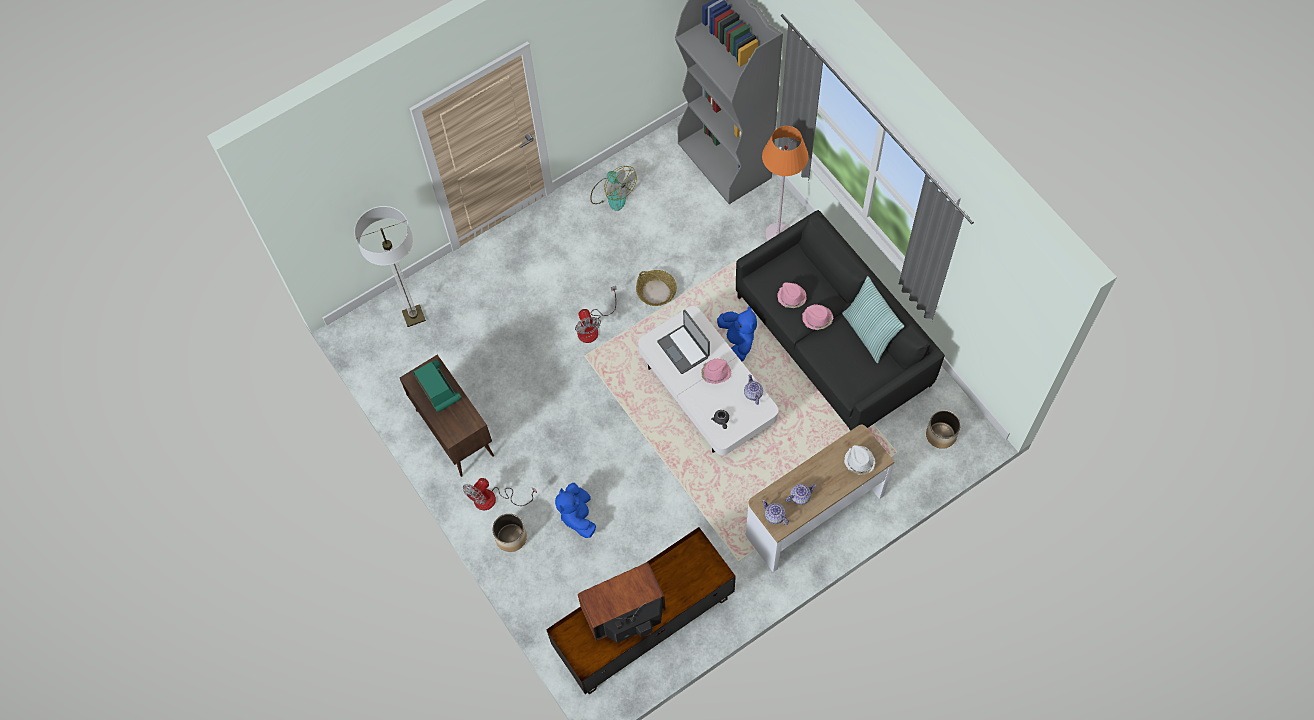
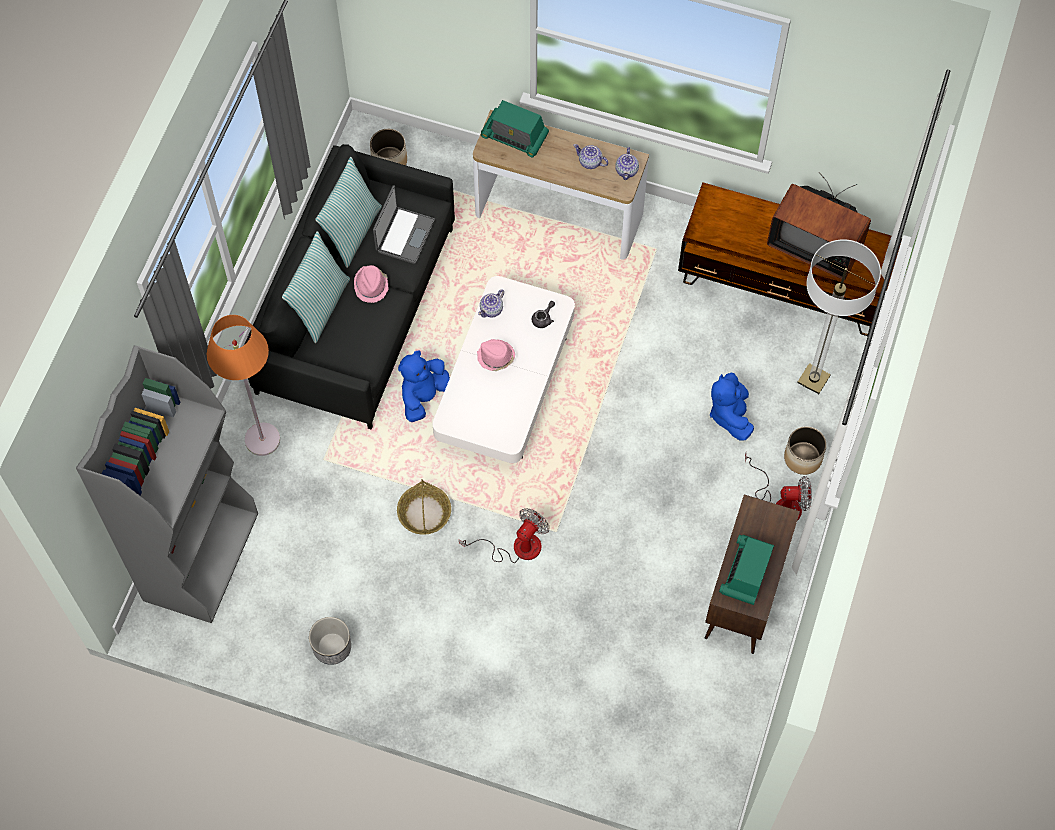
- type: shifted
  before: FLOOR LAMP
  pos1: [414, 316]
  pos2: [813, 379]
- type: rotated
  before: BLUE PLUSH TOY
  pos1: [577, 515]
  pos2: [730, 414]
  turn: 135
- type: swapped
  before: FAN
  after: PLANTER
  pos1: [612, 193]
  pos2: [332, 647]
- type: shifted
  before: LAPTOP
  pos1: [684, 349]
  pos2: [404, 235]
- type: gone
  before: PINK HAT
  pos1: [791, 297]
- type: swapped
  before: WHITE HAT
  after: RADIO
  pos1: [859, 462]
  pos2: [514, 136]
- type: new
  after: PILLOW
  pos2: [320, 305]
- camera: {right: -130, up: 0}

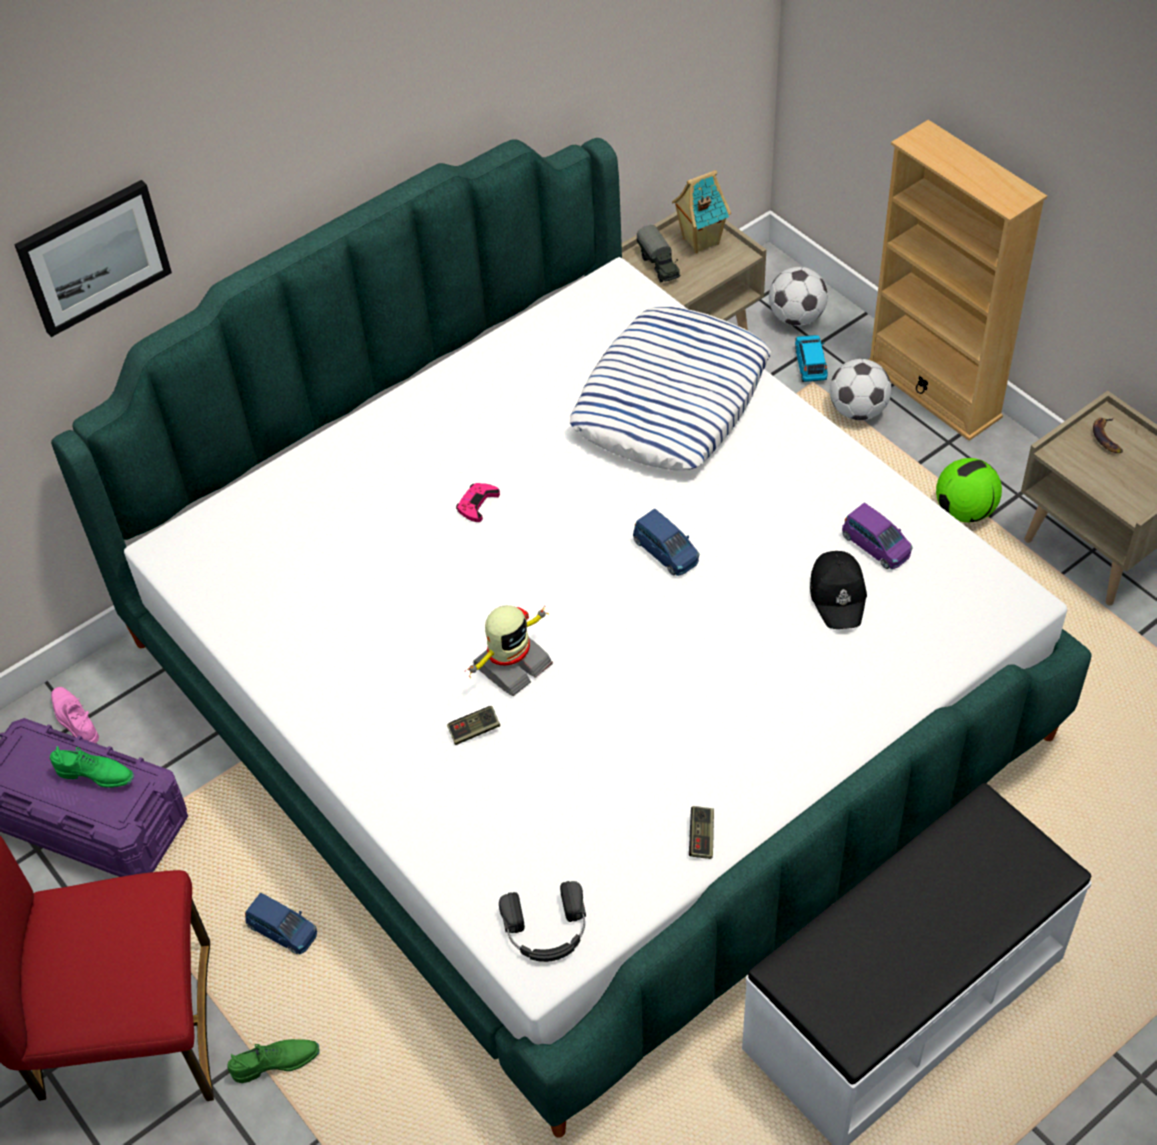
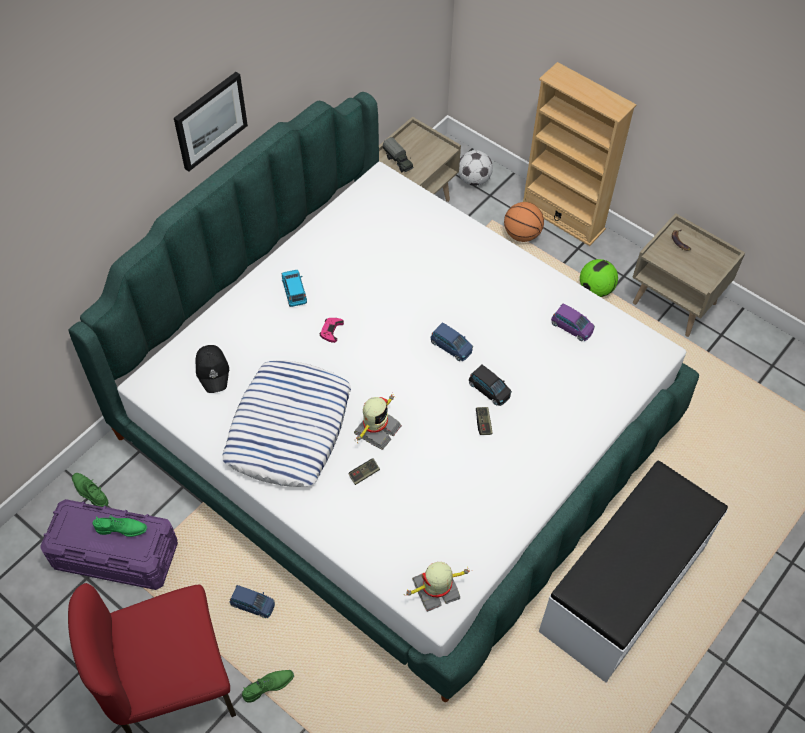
- type: shifted
  before: PICTURE
  pos1: [93, 256]
  pos2: [210, 120]
- type: repainted
  before: PINK SHOE
  after: GREEN SHOE
  pos1: [75, 720]
  pos2: [90, 492]
- type: swapped
  before: BLACK HEADPHONES
  after: TOY ROBOT
  pos1: [546, 930]
  pos2: [436, 590]
- type: shifted
  before: PILLOW
  pos1: [671, 399]
  pos2: [288, 428]
- type: gone
  before: TOY HOUSE
  pos1: [699, 241]
- type: shifted
  before: GAME CONTROLLER
  pos1: [701, 837]
  pos2: [483, 423]
- type: shifted
  before: BLUE TOY CAR
  pos1: [810, 364]
  pos2: [294, 291]
- type: shifted
  before: BLACK CAP
  pos1: [838, 595]
  pos2: [213, 371]
- type: swapped
  before: FOOTBALL
  after: BASKETBALL
  pos1: [858, 410]
  pos2: [522, 234]
- type: new
  after: BLACK TOY CAR
  pos2: [489, 390]
- camera: {right: -15, up: 5}

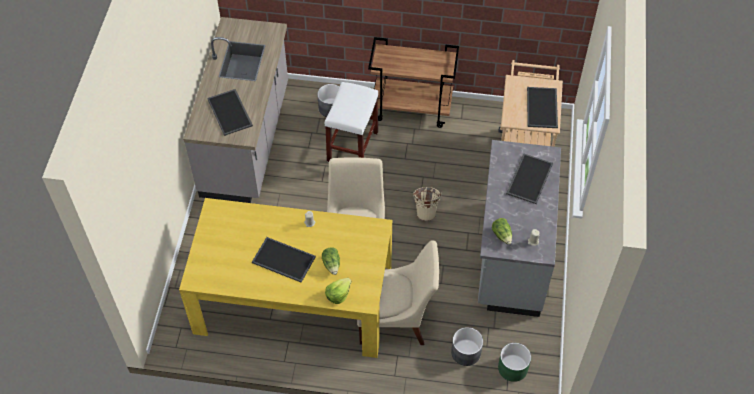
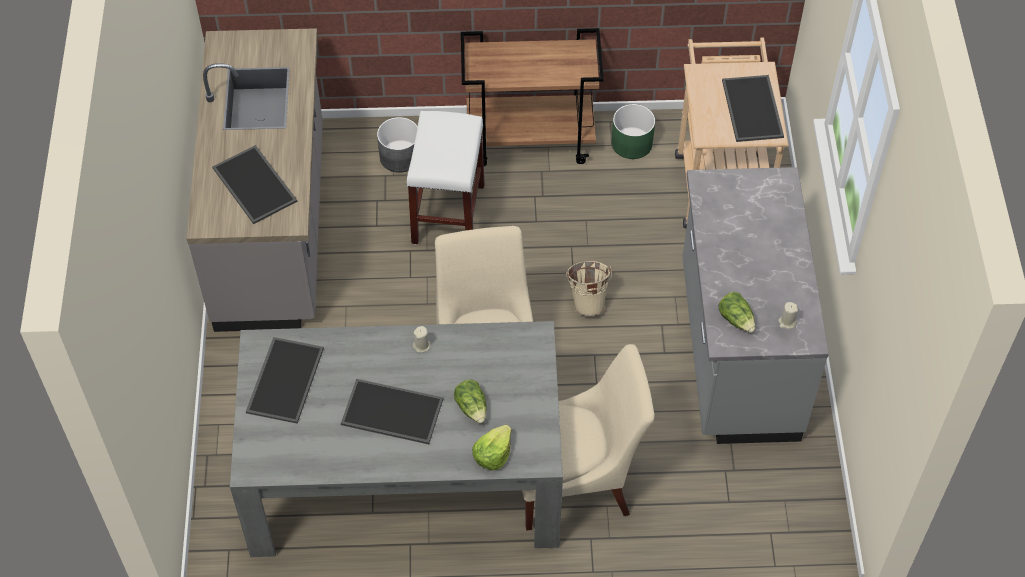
- type: repainted
  before: YELLOW DINING TABLE
  after: GREY DINING TABLE
  pos1: [294, 300]
  pos2: [405, 475]
- type: gone
  before: GREY PLANTER
  pos1: [466, 352]
- type: shifted
  before: GREEN PLANTER
  pos1: [512, 368]
  pos2: [631, 143]
- type: shifted
  before: TRAY
  pos1: [529, 178]
  pos2: [284, 379]
- camera: {right: -10, up: 0}

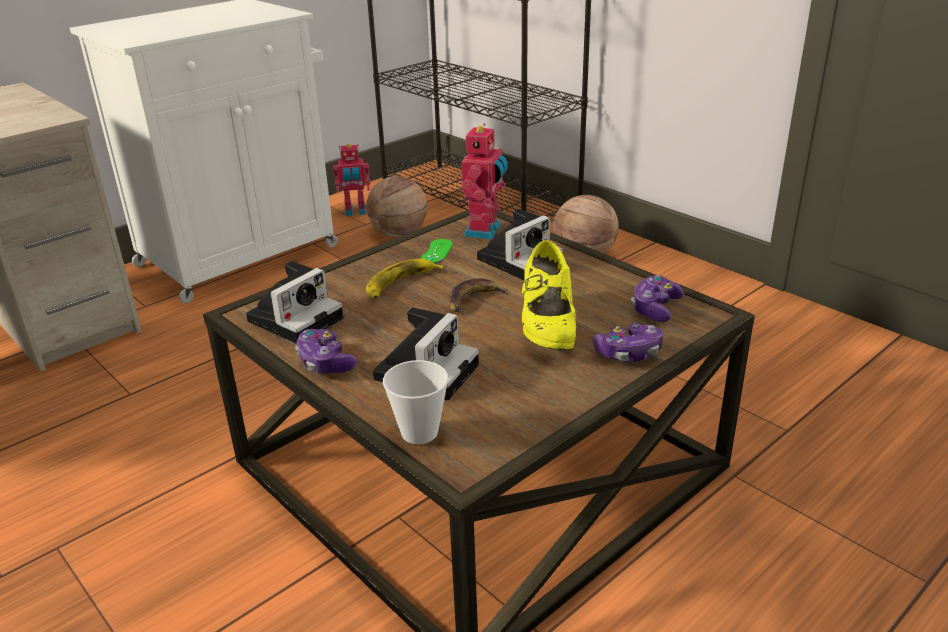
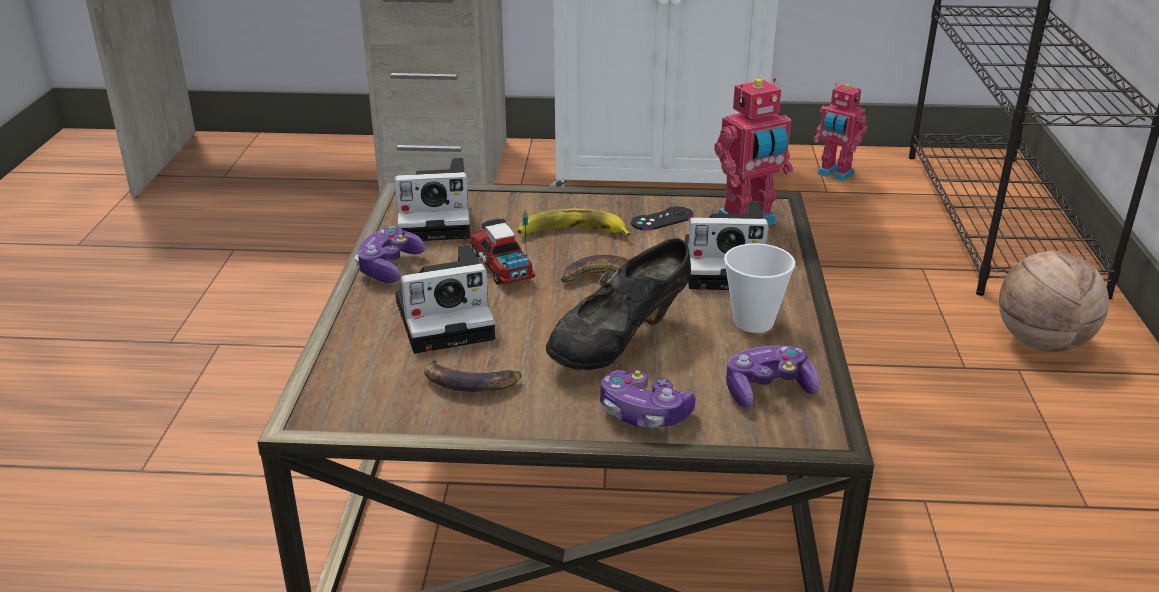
- type: gone
  before: BASKETBALL
  pos1: [399, 234]
- type: shifted
  before: CUP
  pos1: [419, 432]
  pos2: [753, 322]
- type: repainted
  before: GREEN GAME CONTROLLER
  after: BLACK GAME CONTROLLER
  pos1: [437, 251]
  pos2: [662, 219]
- type: repainted
  before: YELLOW SHOE
  after: BLACK SHOE
  pos1: [547, 328]
  pos2: [619, 344]
- type: new
  after: BANANA
  pos2: [470, 382]
- type: new
  after: TOY TRUCK
  pos2: [501, 266]
- camera: {right: 45, up: 0}

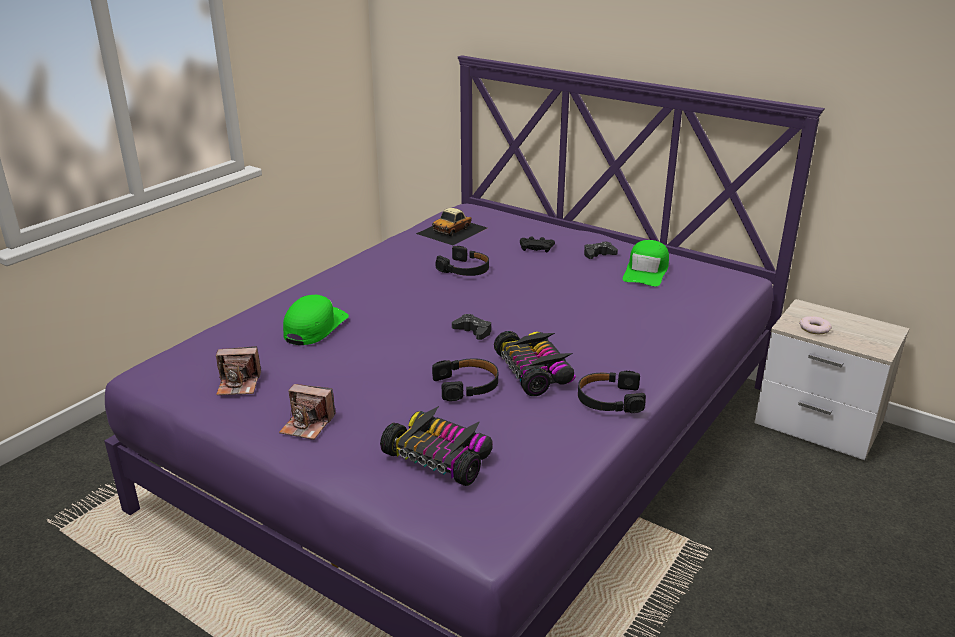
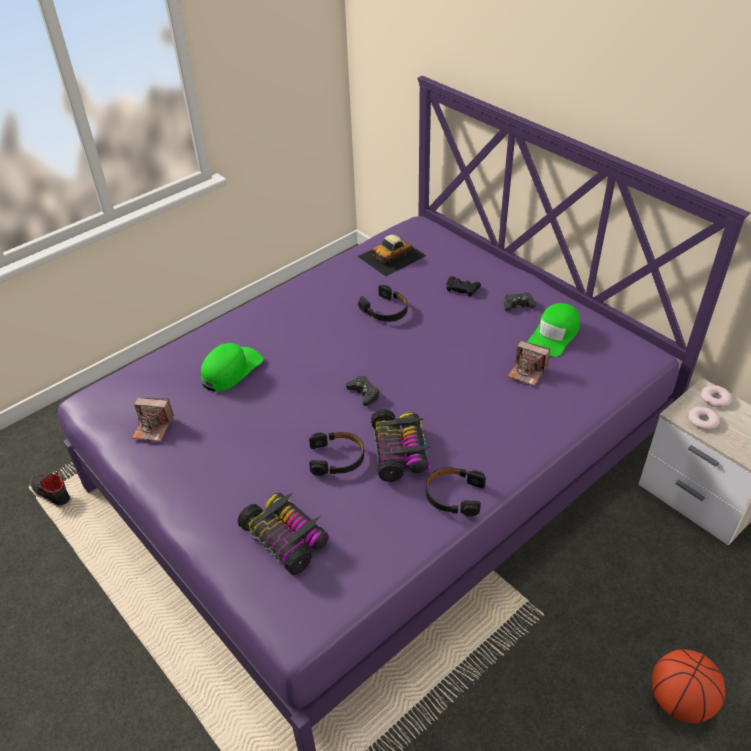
- type: shifted
  before: PHOTO CAMERA
  pos1: [307, 425]
  pos2: [527, 372]
- type: new
  after: BLACK SHOE
  pos2: [50, 493]
- type: new
  after: BASKETBALL
  pos2: [679, 700]
- type: new
  after: DONUT
  pos2: [715, 399]
- camera: {right: 15, up: 15}

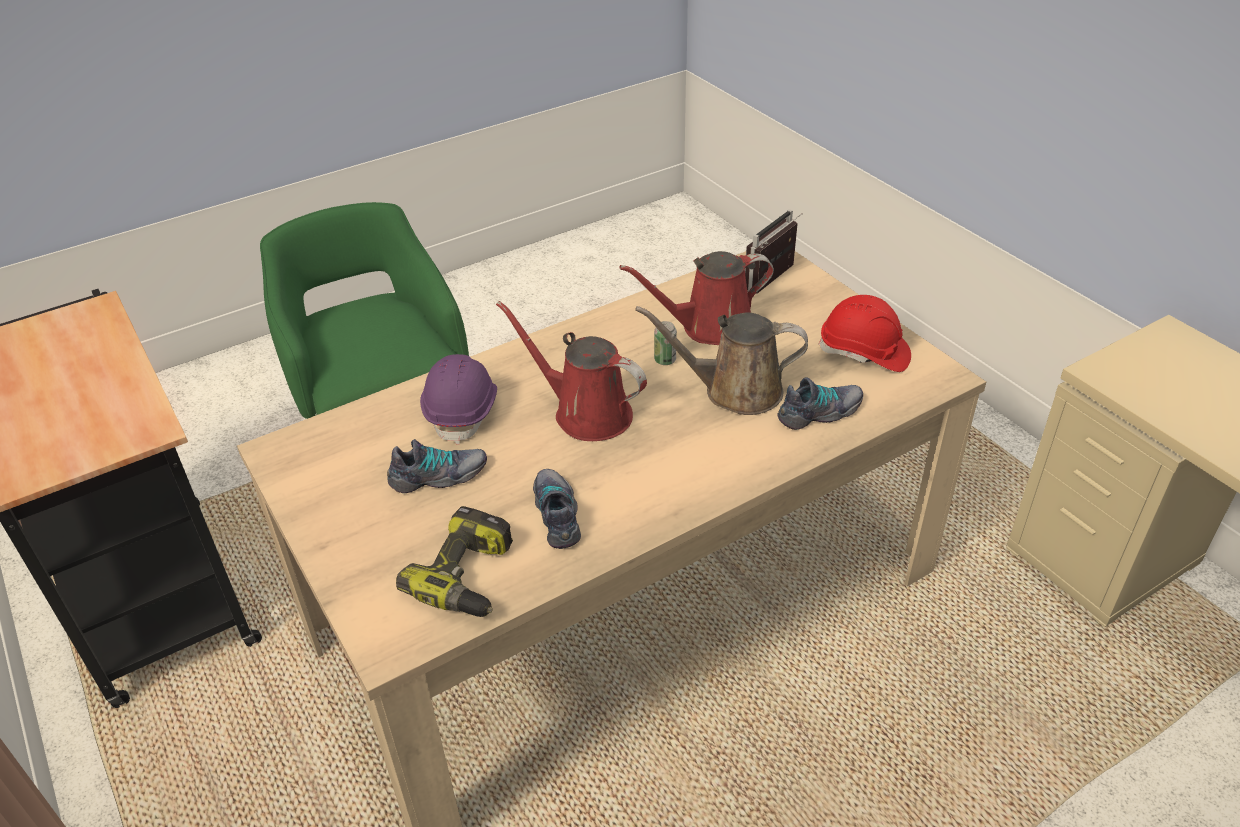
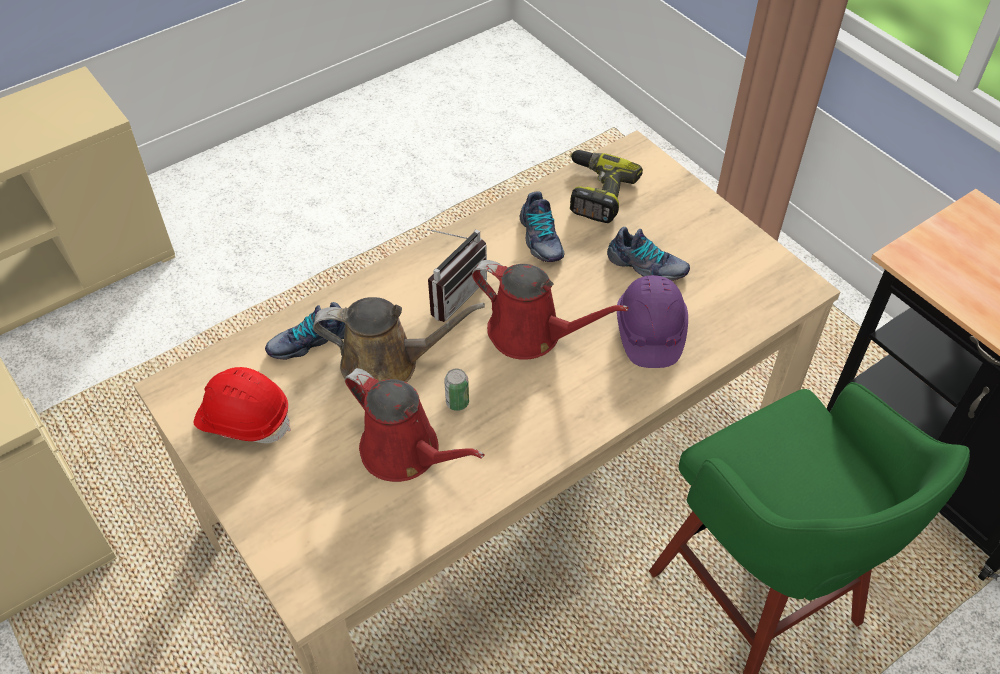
- type: rotated
  before: SHOE
  pos1: [439, 477]
  pos2: [646, 266]
  turn: -135
- type: rotated
  before: RED WATERING CAN
  pos1: [710, 328]
  pos2: [406, 453]
  turn: 60
- type: shifted
  before: RADIO
  pos1: [775, 281]
  pos2: [452, 293]
- camera: {right: 175, up: 10}

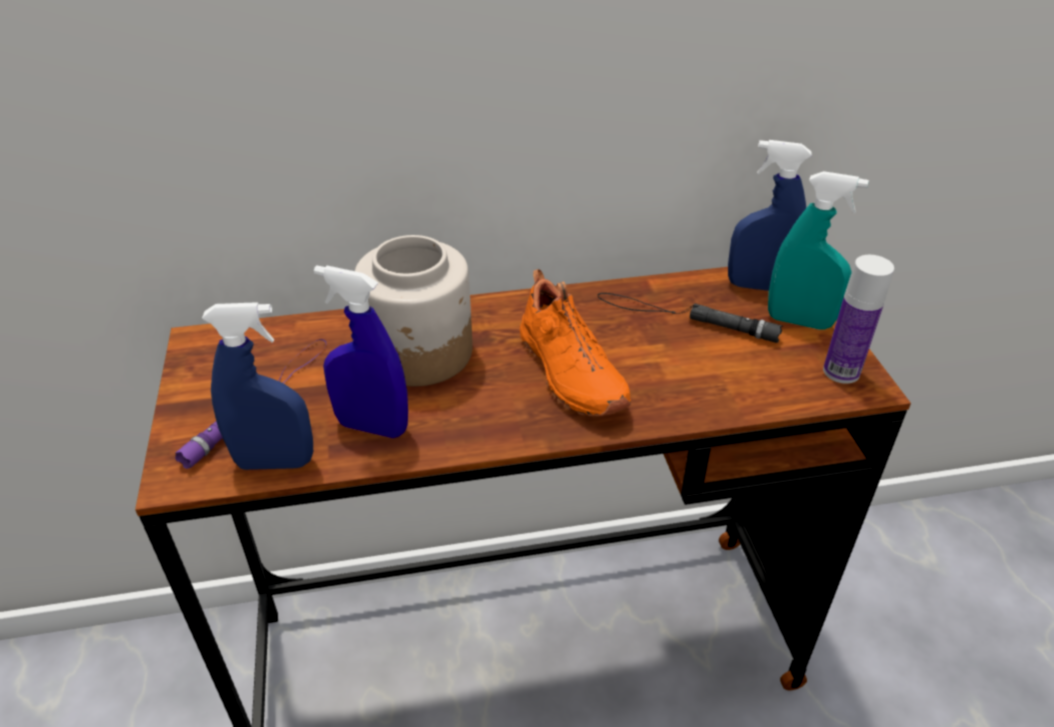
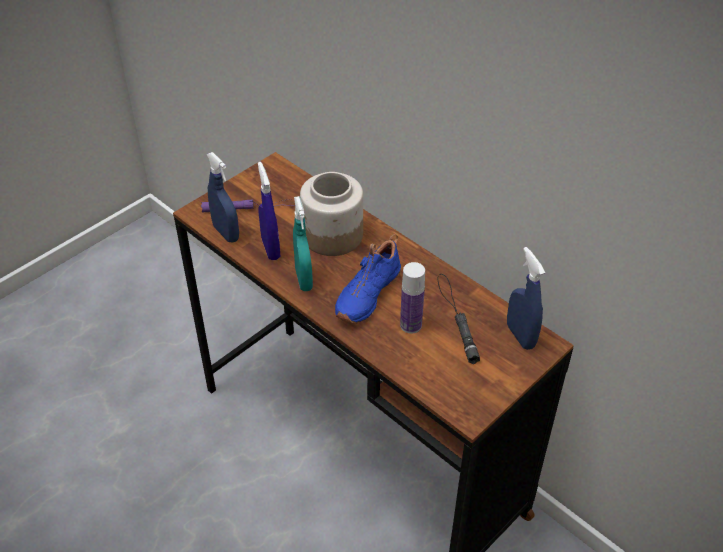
- type: repainted
  before: ORANGE SHOE
  after: BLUE SHOE
  pos1: [567, 373]
  pos2: [366, 293]
- type: shifted
  before: TURQUOISE SPRAY BOTTLE
  pos1: [799, 321]
  pos2: [304, 279]
- type: shifted
  before: BOTTLE
  pos1: [841, 371]
  pos2: [410, 325]
- camera: {right: 55, up: 5}

